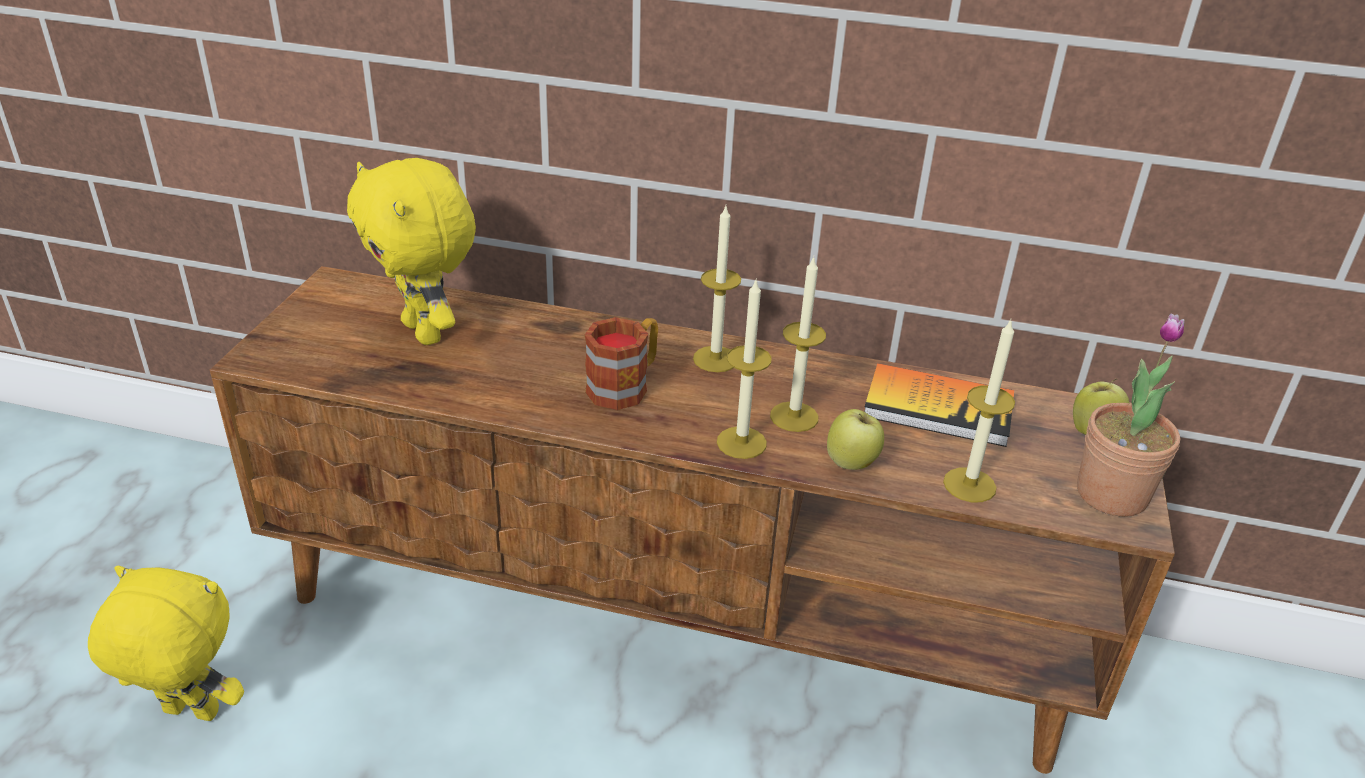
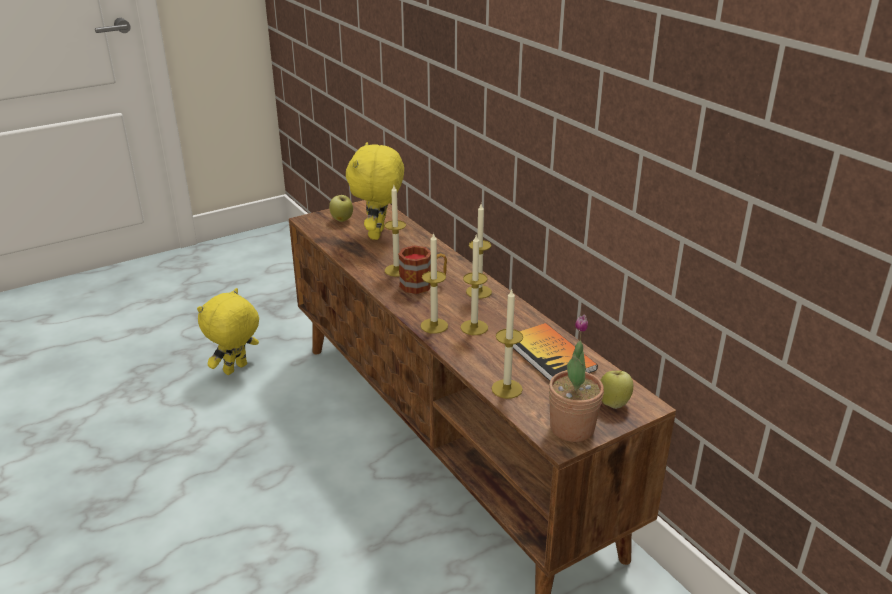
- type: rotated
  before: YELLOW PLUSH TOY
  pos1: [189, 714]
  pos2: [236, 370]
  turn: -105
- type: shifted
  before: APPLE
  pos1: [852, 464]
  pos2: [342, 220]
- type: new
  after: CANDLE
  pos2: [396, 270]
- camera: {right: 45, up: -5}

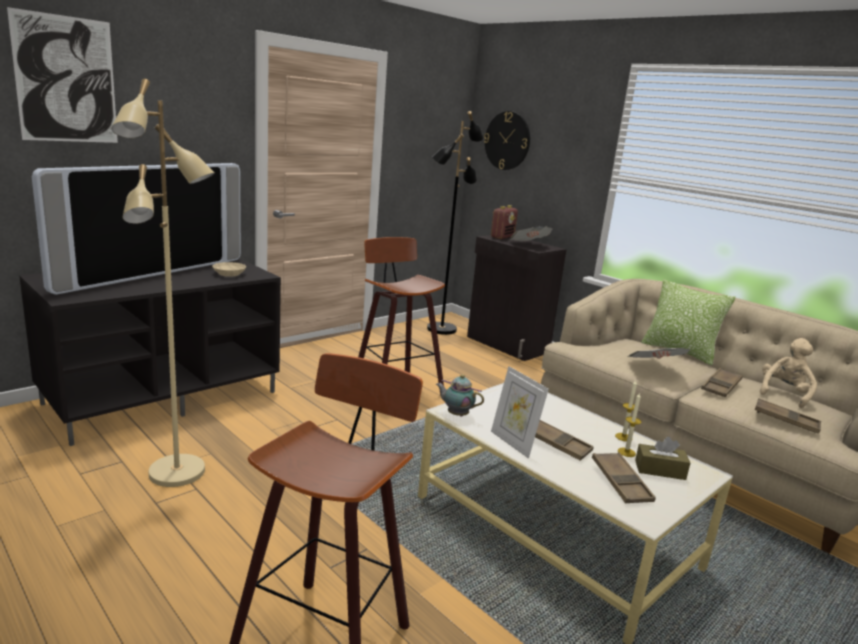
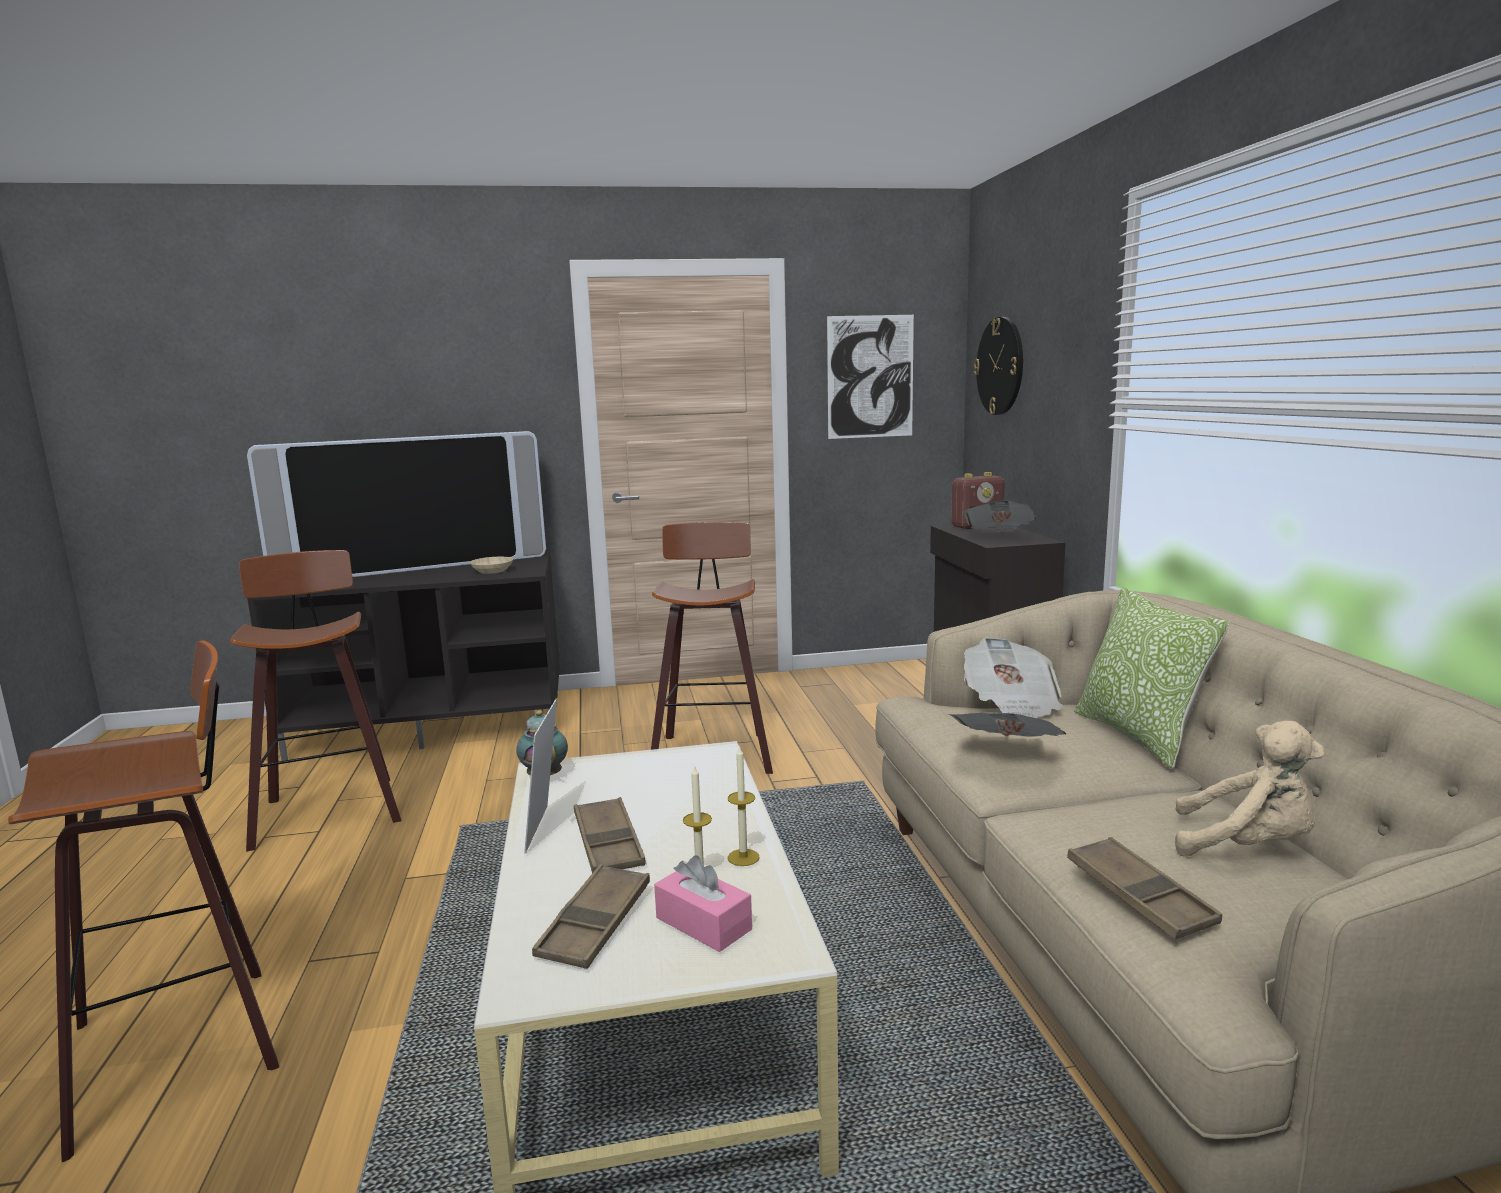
- type: shifted
  before: PICTURE
  pos1: [66, 80]
  pos2: [870, 377]
- type: swapped
  before: BEIGE FLOOR LAMP
  after: STOOL
  pos1: [178, 473]
  pos2: [327, 810]
- type: gone
  before: BLACK FLOOR LAMP
  pos1: [441, 329]
- type: repainted
  before: BROWN TISSUE BOX
  after: PINK TISSUE BOX
  pos1: [660, 470]
  pos2: [703, 923]
- type: gone
  before: BROWN TRAY
  pos1: [721, 386]
- type: rotated
  before: BEIGE PLUSH TOY
  pos1: [784, 394]
  pos2: [1247, 846]
  turn: 45
- type: new
  after: NEWSPAPER
  pos2: [1011, 705]
- camera: {right: 35, up: -5}

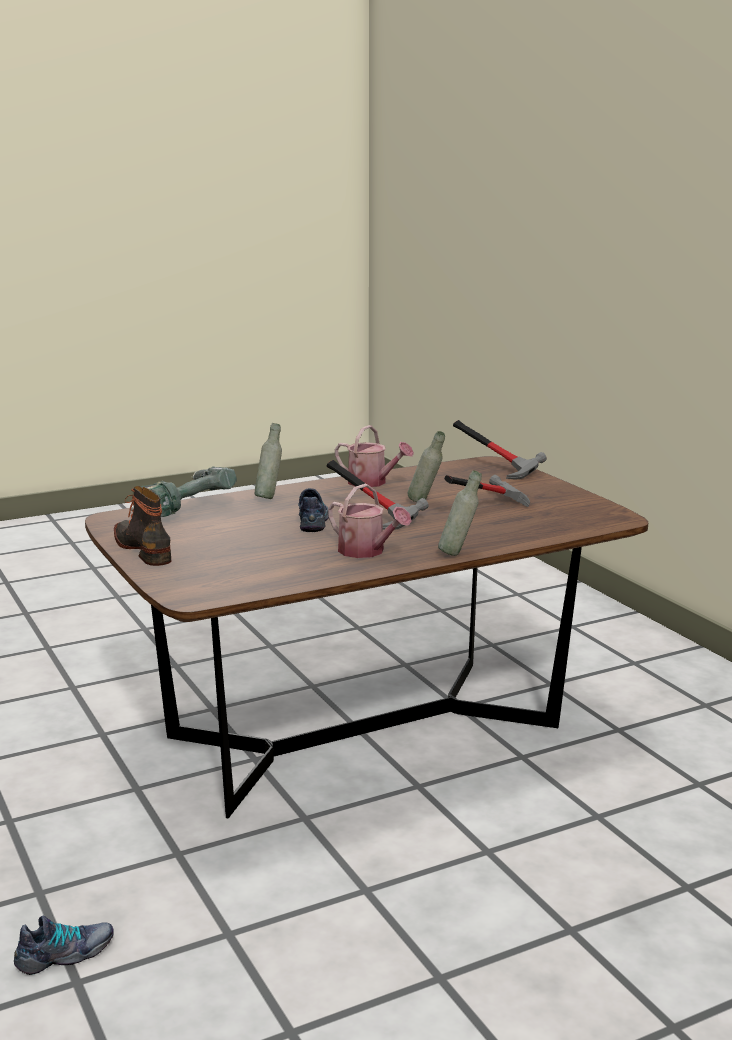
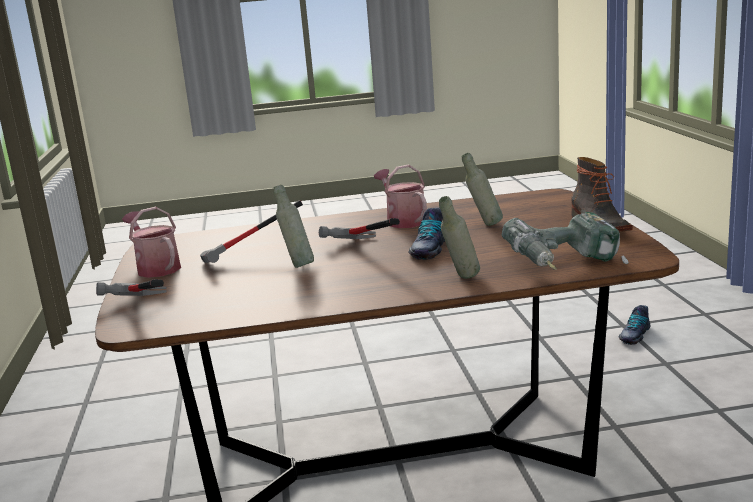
- type: rotated
  before: SHOE
  pos1: [65, 955]
  pos2: [634, 335]
  turn: -45
- type: shifted
  before: WATERING CAN
  pos1: [372, 482]
  pos2: [156, 268]
- type: shifted
  before: GREY BOTTLE
  pos1: [458, 553]
  pos2: [484, 225]
- camera: {right: -160, up: 0}

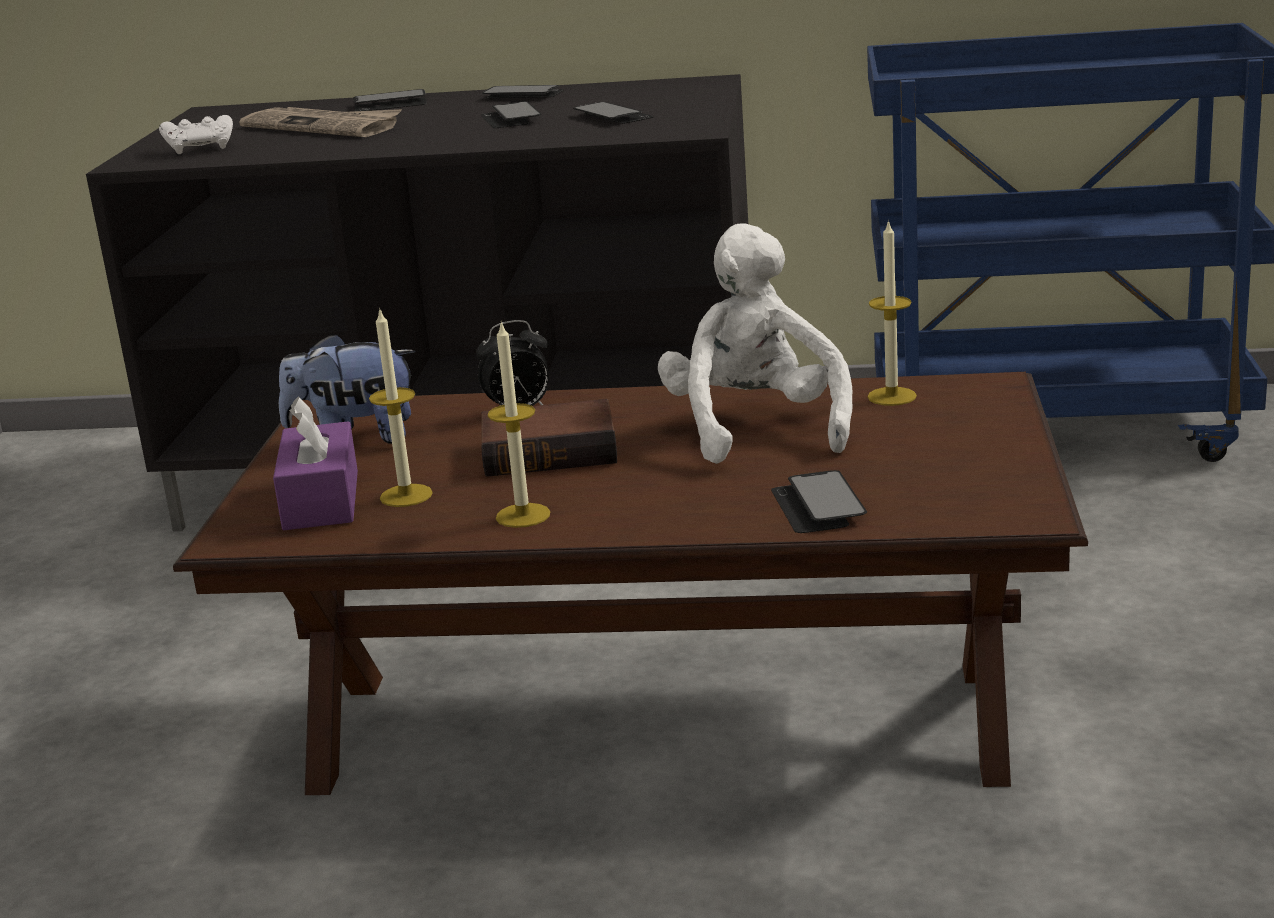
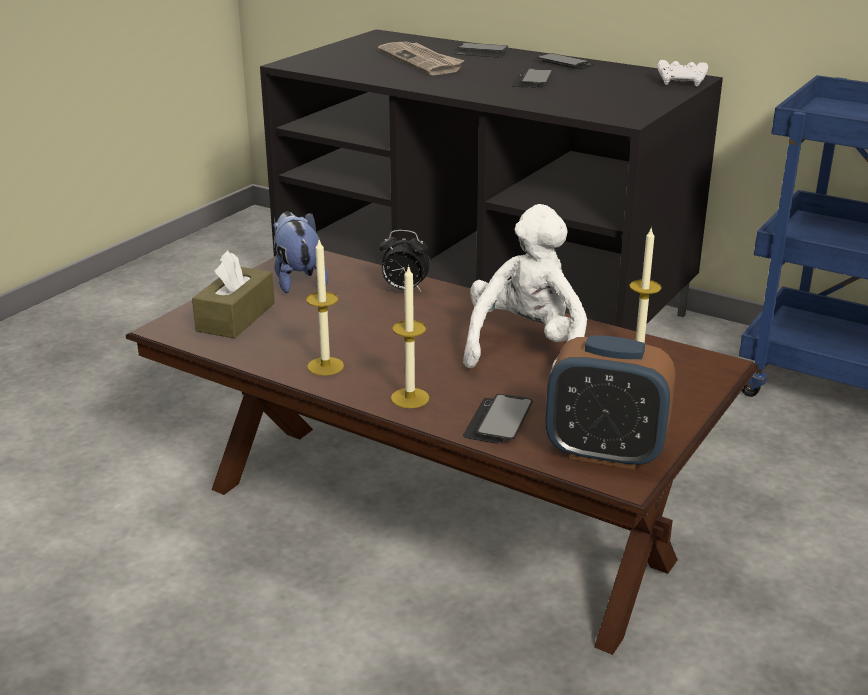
- type: shifted
  before: WHITE GAME CONTROLLER
  pos1: [201, 148]
  pos2: [681, 83]
- type: repainted
  before: PURPLE TISSUE BOX
  after: BROWN TISSUE BOX
  pos1: [321, 500]
  pos2: [236, 317]
- type: rotated
  before: PLUSH TOY
  pos1: [355, 438]
  pos2: [298, 280]
  turn: 45
- type: shifted
  before: CANDLE
  pos1: [406, 495]
  pos2: [410, 398]
- type: gone
  before: BOOK
  pos1: [551, 450]
- type: gone
  before: PHONE
  pos1: [613, 116]
- type: new
  after: ALARM CLOCK
  pos2: [605, 452]
- camera: {right: 25, up: 5}

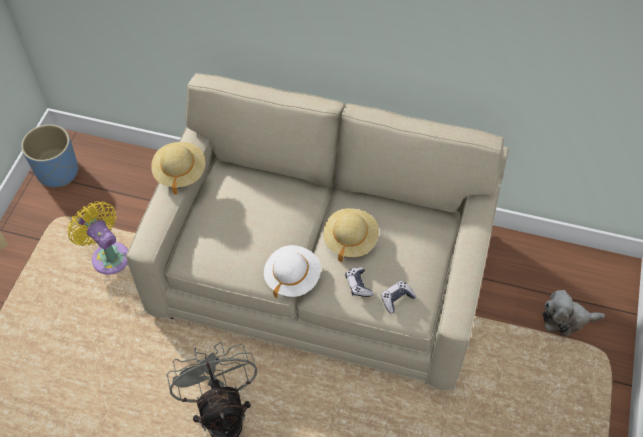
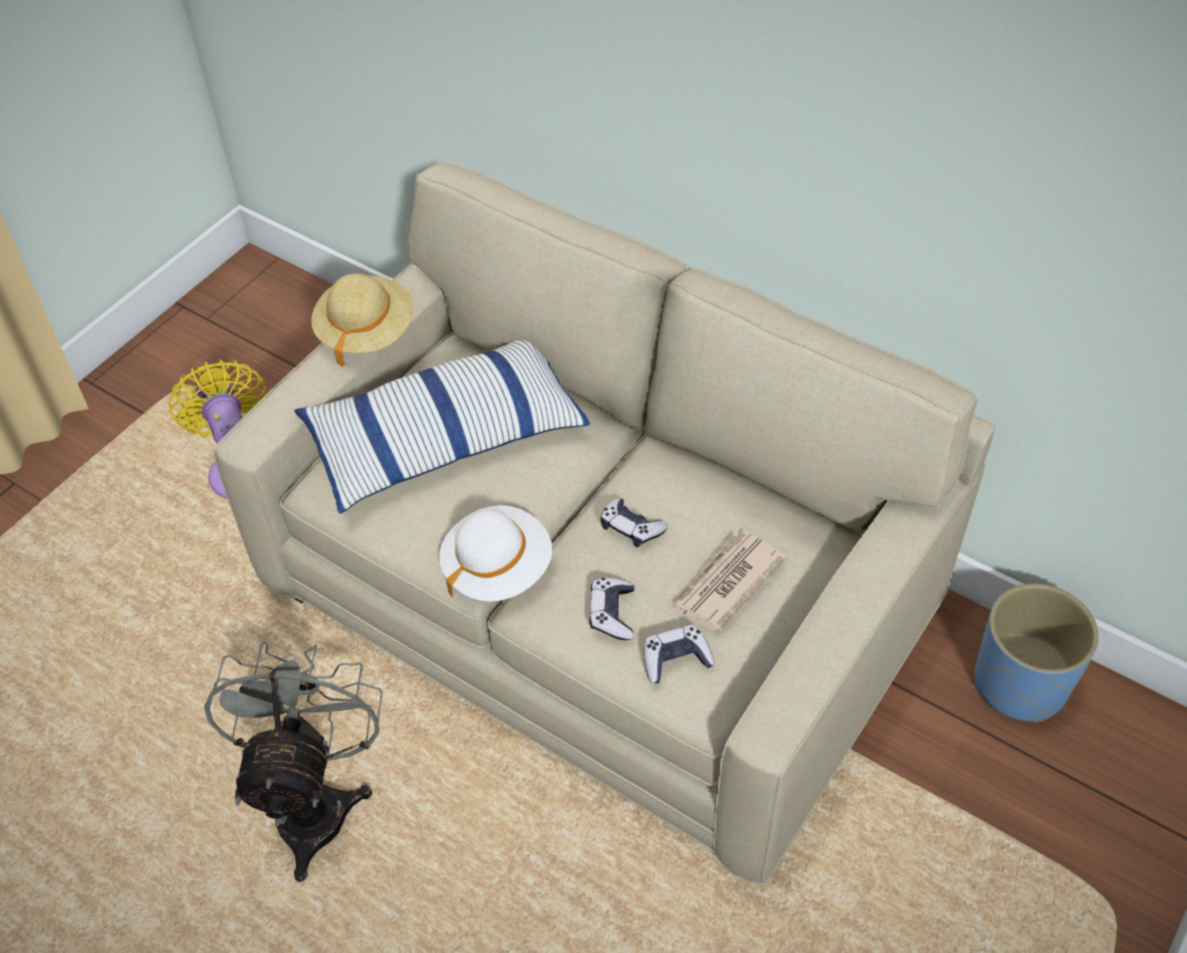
- type: shifted
  before: BLUE PLANTER
  pos1: [58, 171]
  pos2: [1021, 683]
- type: swapped
  before: BEIGE HAT
  after: GAME CONTROLLER
  pos1: [350, 240]
  pos2: [631, 528]
- type: gone
  before: PLUSH TOY
  pos1: [566, 319]
- type: new
  after: PILLOW
  pos2: [446, 437]
- type: new
  after: NEWSPAPER
  pos2: [725, 583]
- camera: {right: 20, up: -5}

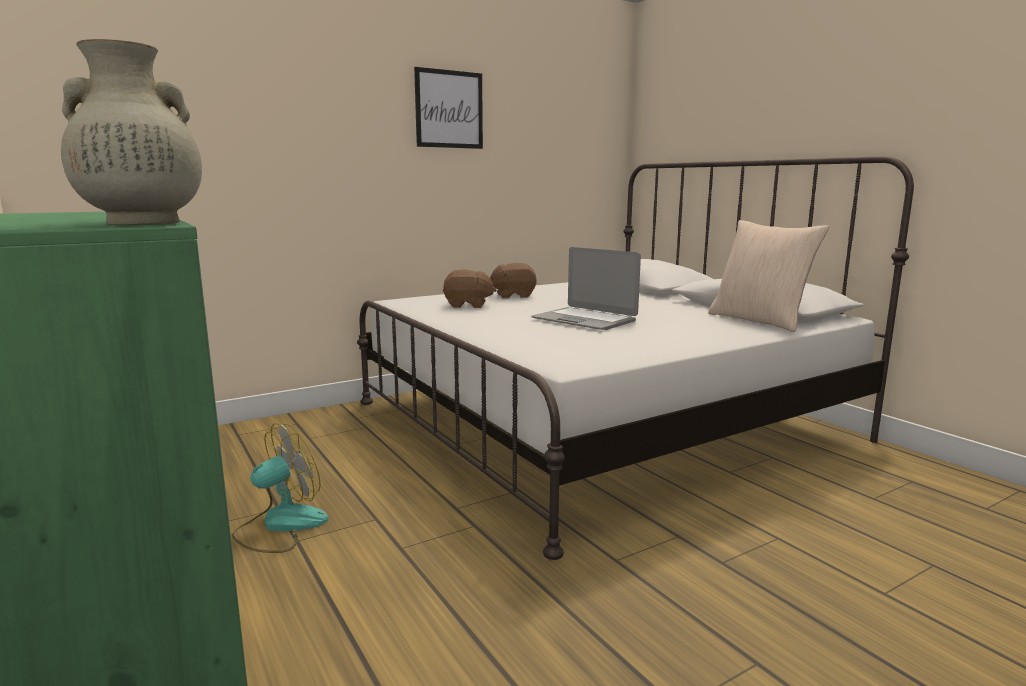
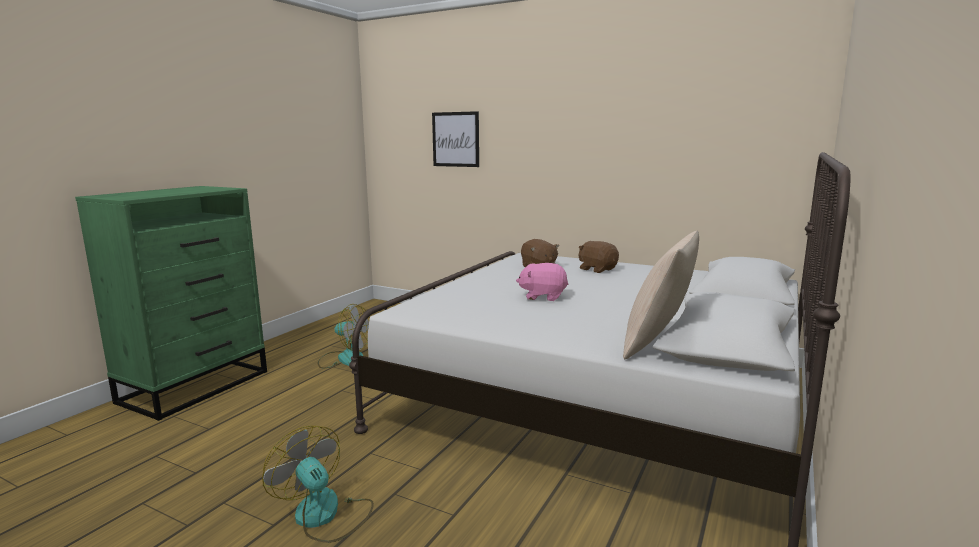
- type: gone
  before: BEIGE VASE
  pos1: [141, 223]
- type: shifted
  before: PICTURE
  pos1: [449, 109]
  pos2: [455, 139]
- type: swapped
  before: LAPTOP
  after: PINK PLUSH TOY
  pos1: [584, 320]
  pos2: [543, 296]
- type: new
  after: FAN
  pos2: [324, 516]
- camera: {right: 60, up: 0}

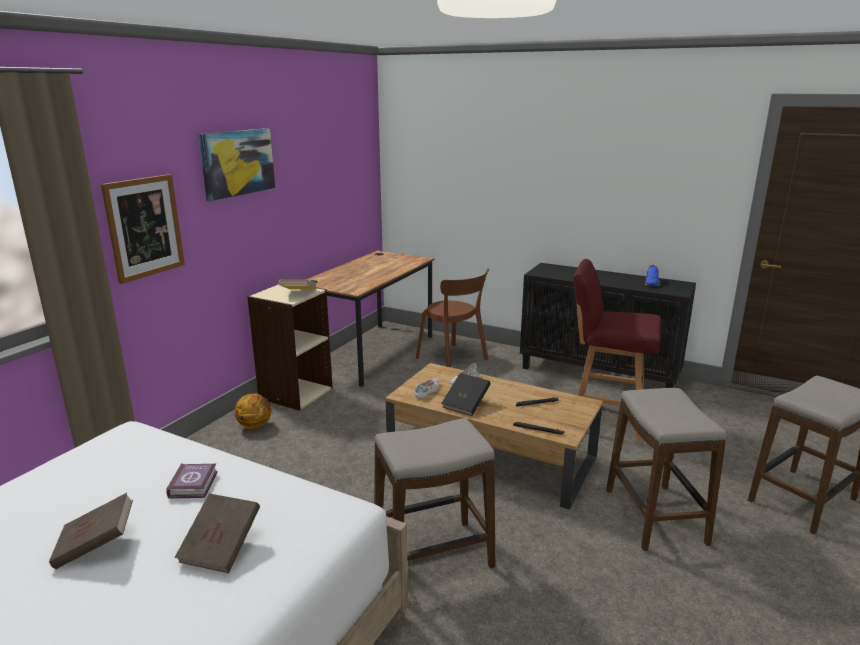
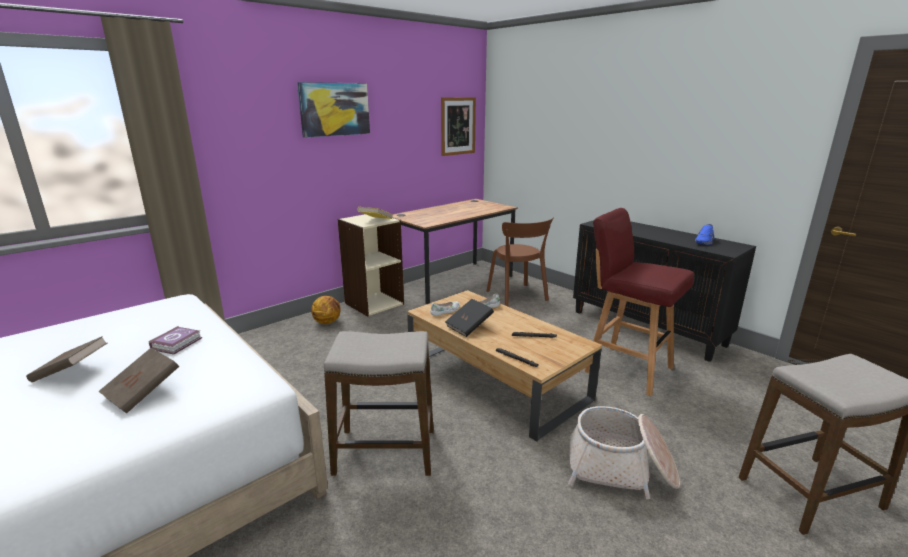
- type: shifted
  before: PICTURE
  pos1: [144, 227]
  pos2: [458, 126]
- type: swapped
  before: STOOL
  after: BASKET
  pos1: [655, 516]
  pos2: [620, 468]
- camera: {right: 20, up: 0}

